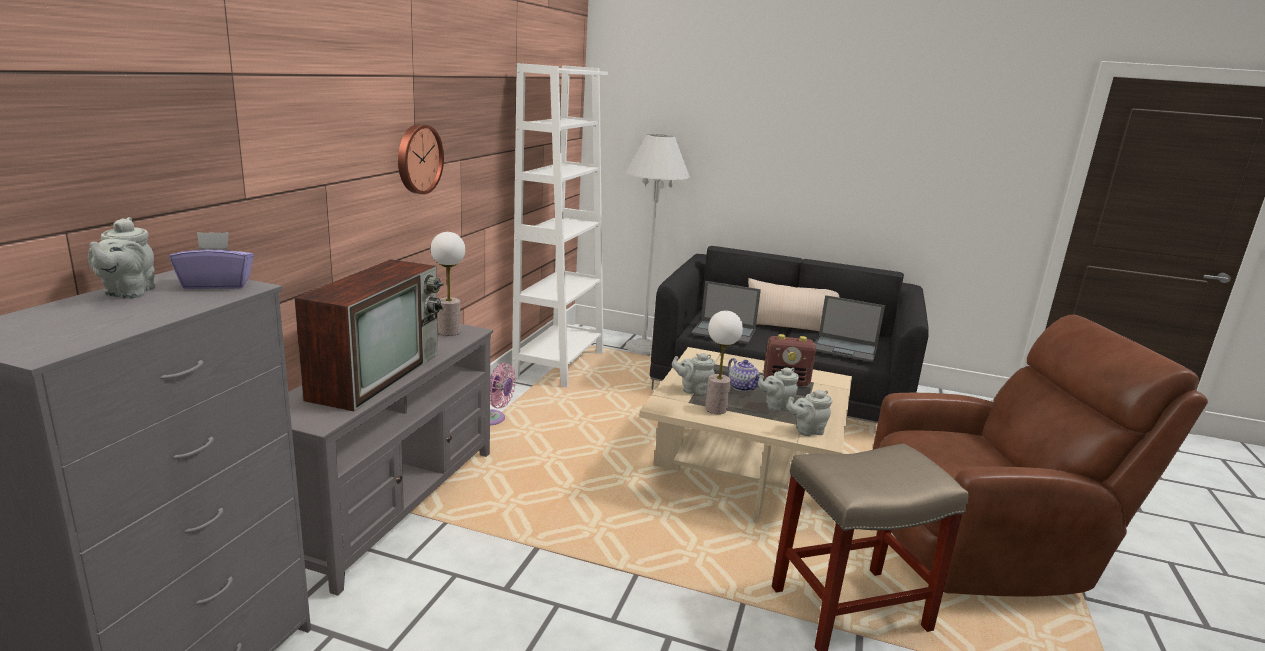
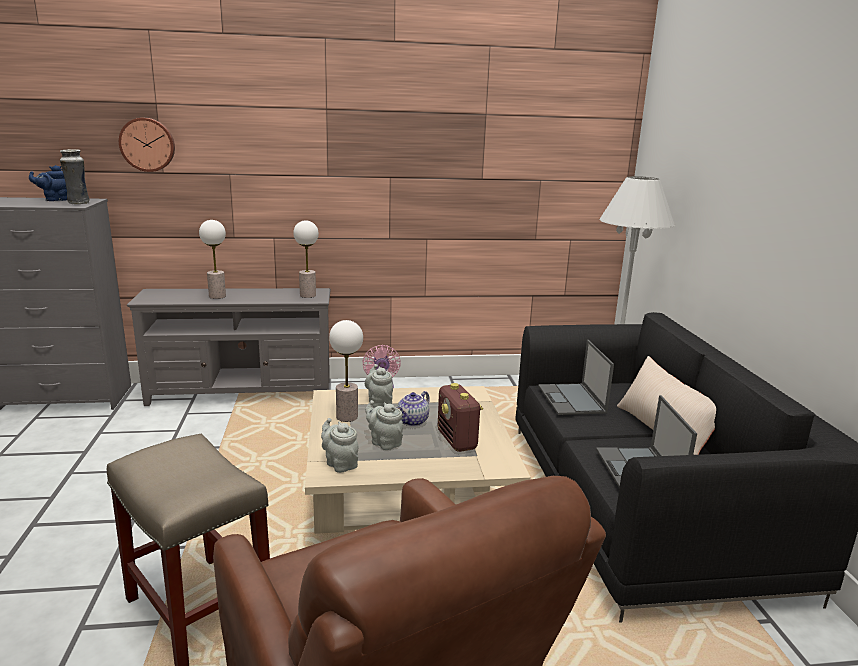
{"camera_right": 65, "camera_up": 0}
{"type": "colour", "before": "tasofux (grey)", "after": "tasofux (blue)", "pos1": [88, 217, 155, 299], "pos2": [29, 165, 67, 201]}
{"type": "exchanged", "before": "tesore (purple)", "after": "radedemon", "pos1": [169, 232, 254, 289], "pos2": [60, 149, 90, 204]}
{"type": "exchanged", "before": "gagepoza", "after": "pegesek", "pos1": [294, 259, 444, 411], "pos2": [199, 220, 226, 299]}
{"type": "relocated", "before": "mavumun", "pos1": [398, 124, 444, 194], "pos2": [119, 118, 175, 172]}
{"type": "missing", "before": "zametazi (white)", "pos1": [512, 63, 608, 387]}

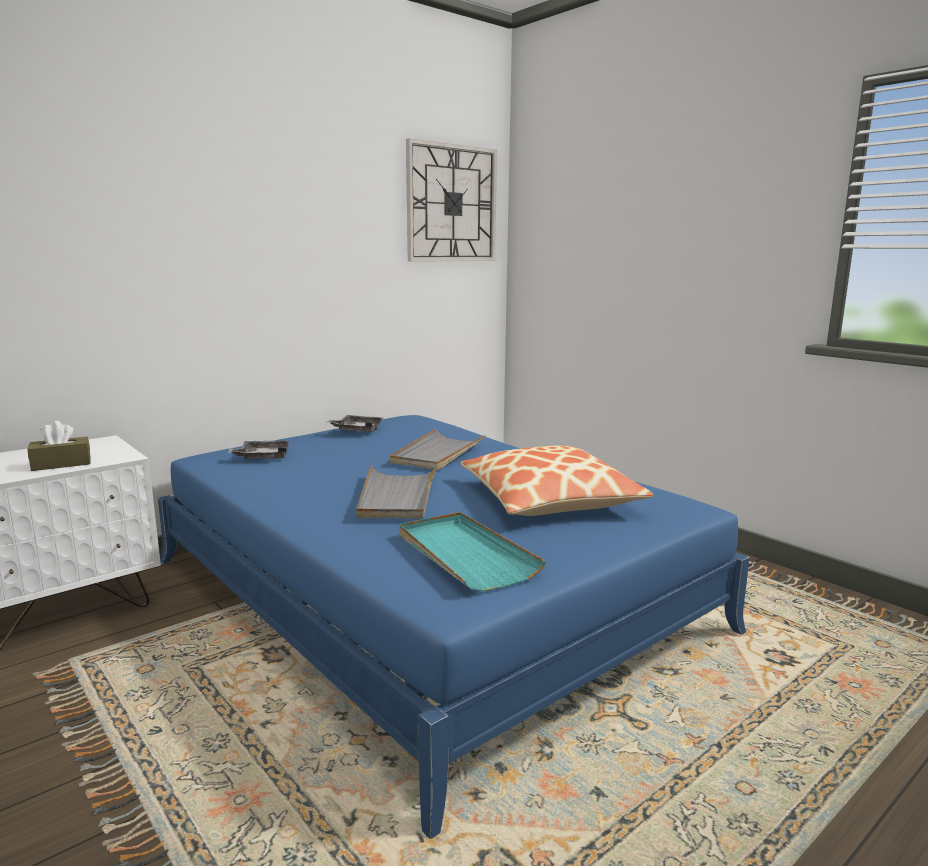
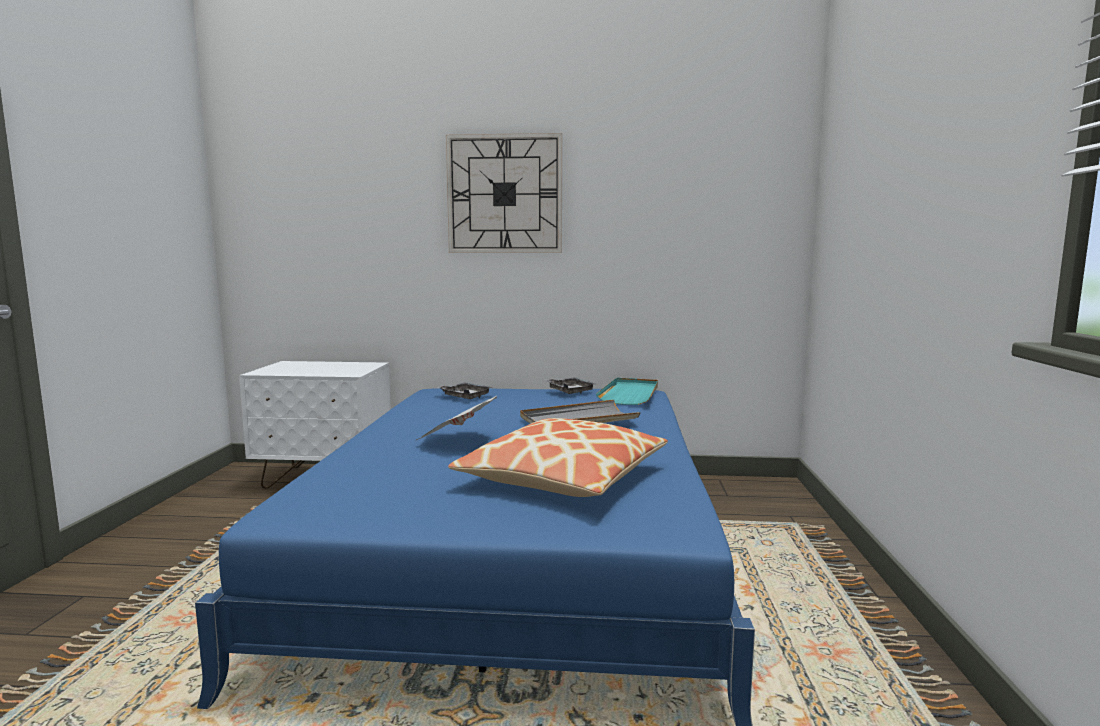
{"camera_right": 45, "camera_up": -5}
{"type": "missing", "before": "tesore (brown)", "pos1": [27, 421, 91, 471]}
{"type": "exchanged", "before": "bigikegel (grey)", "after": "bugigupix", "pos1": [356, 465, 436, 519], "pos2": [416, 396, 497, 440]}
{"type": "relocated", "before": "bigikegel (turquoise)", "pos1": [399, 512, 546, 591], "pos2": [596, 378, 658, 405]}
{"type": "relocated", "before": "mavumun", "pos1": [406, 138, 497, 262], "pos2": [446, 133, 562, 253]}

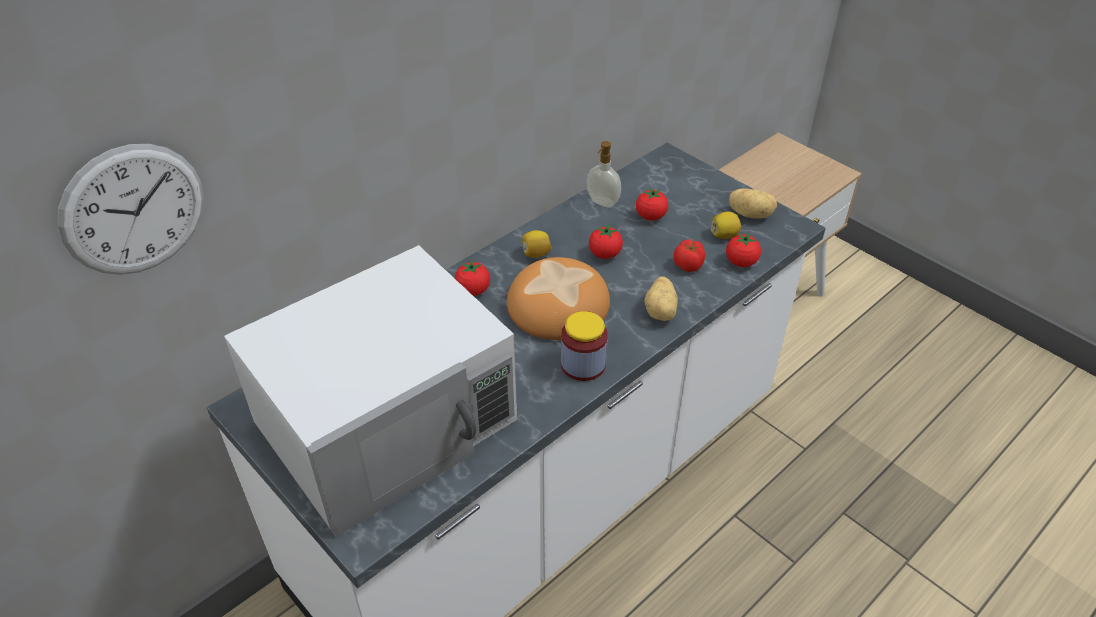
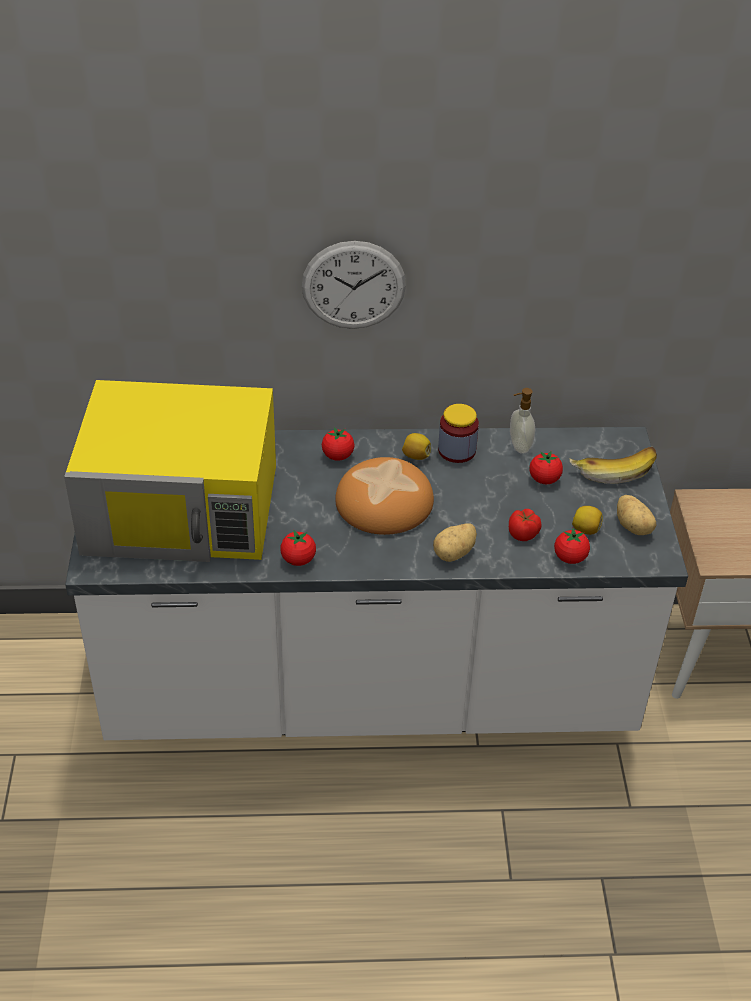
{"camera_right": 40, "camera_up": 0}
{"type": "relocated", "before": "mavumun", "pos1": [57, 144, 204, 275], "pos2": [302, 241, 406, 329]}
{"type": "colour", "before": "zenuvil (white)", "after": "zenuvil (yellow)", "pos1": [224, 245, 517, 537], "pos2": [64, 380, 276, 562]}
{"type": "relocated", "before": "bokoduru", "pos1": [561, 311, 608, 381], "pos2": [438, 404, 479, 463]}
{"type": "relocated", "before": "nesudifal", "pos1": [589, 224, 623, 259], "pos2": [280, 530, 316, 566]}
{"type": "appeared", "after": "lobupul", "pos2": [570, 447, 657, 484]}

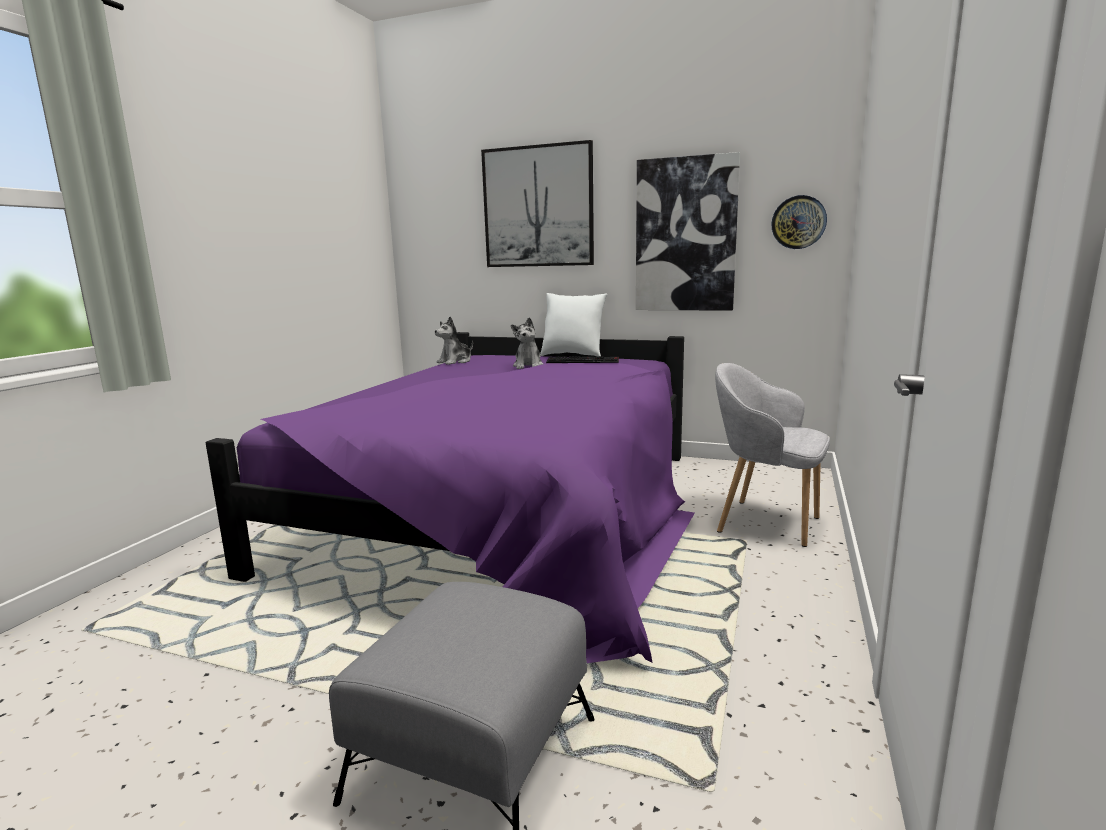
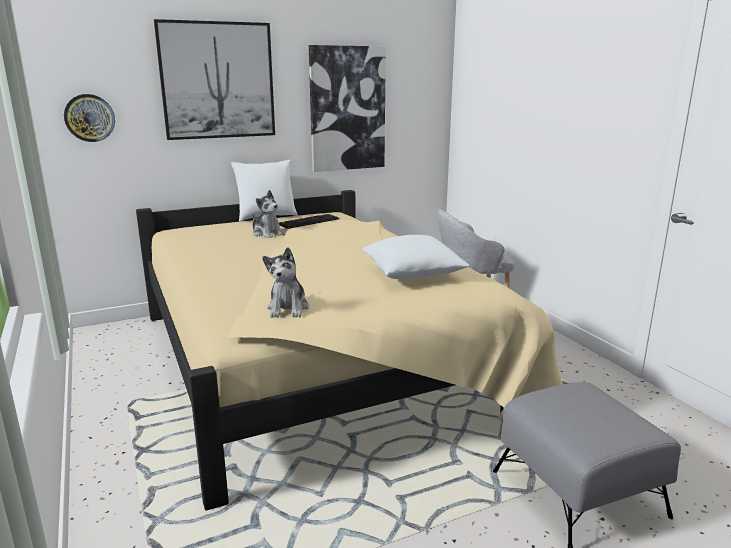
{"camera_right": -45, "camera_up": 5}
{"type": "colour", "before": "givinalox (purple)", "after": "givinalox (beige)", "pos1": [206, 332, 695, 663], "pos2": [136, 190, 563, 511]}
{"type": "relocated", "before": "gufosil", "pos1": [435, 316, 473, 365], "pos2": [262, 247, 309, 318]}
{"type": "relocated", "before": "mavumun", "pos1": [771, 195, 827, 249], "pos2": [64, 94, 115, 142]}
{"type": "appeared", "after": "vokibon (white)", "pos2": [363, 235, 470, 279]}

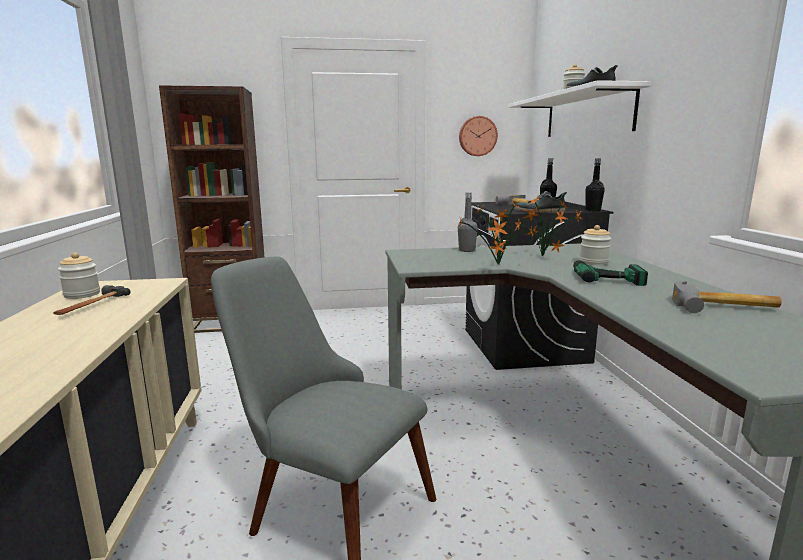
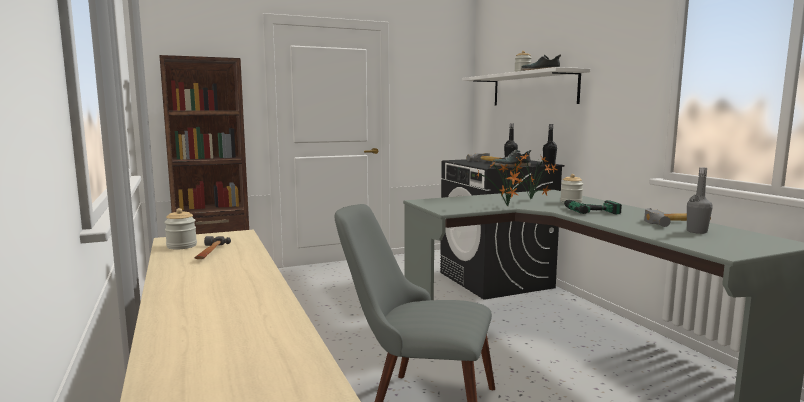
{"camera_right": -15, "camera_up": -5}
{"type": "relocated", "before": "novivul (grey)", "pos1": [458, 193, 478, 252], "pos2": [687, 167, 713, 234]}
{"type": "missing", "before": "mavumun", "pos1": [459, 116, 498, 156]}

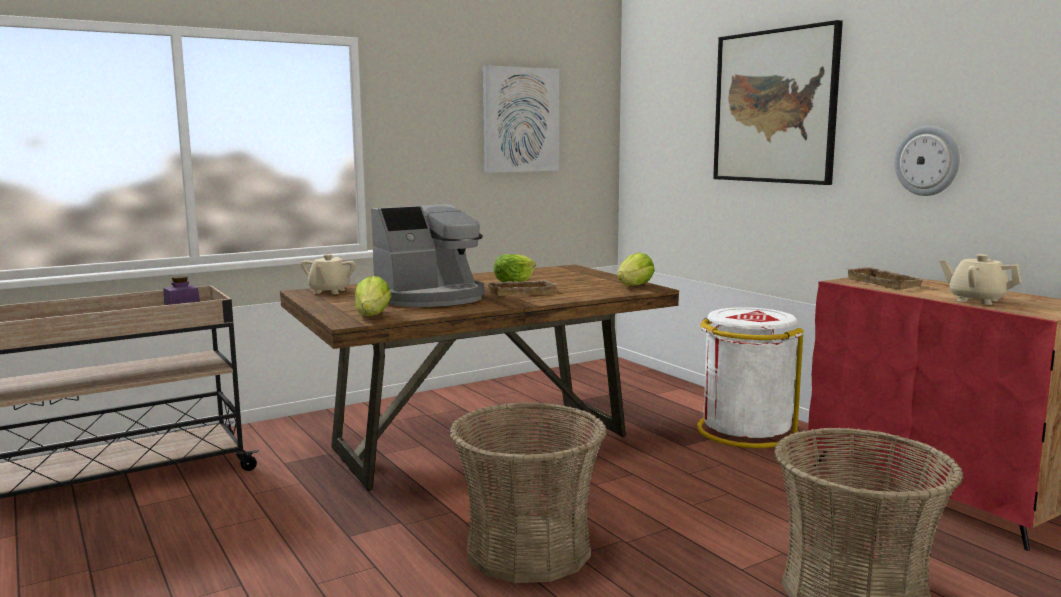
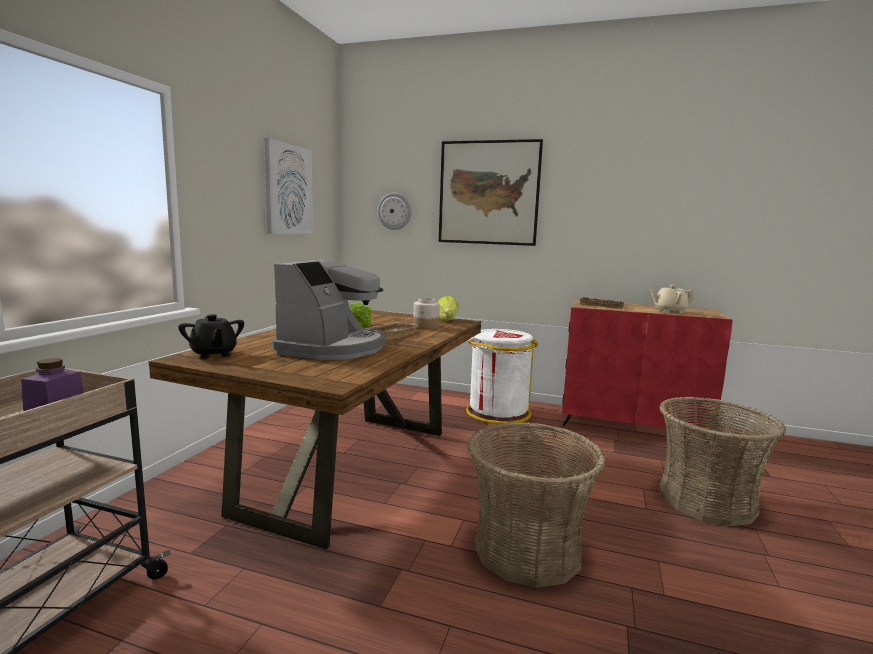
{"camera_right": -40, "camera_up": 0}
{"type": "colour", "before": "tasofux (beige)", "after": "tasofux (black)", "pos1": [301, 254, 356, 294], "pos2": [178, 314, 244, 359]}
{"type": "missing", "before": "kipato", "pos1": [355, 276, 392, 316]}
{"type": "relocated", "before": "mavumun", "pos1": [895, 126, 960, 196], "pos2": [377, 192, 412, 230]}
{"type": "appeared", "after": "bokoduru", "pos2": [413, 298, 440, 330]}

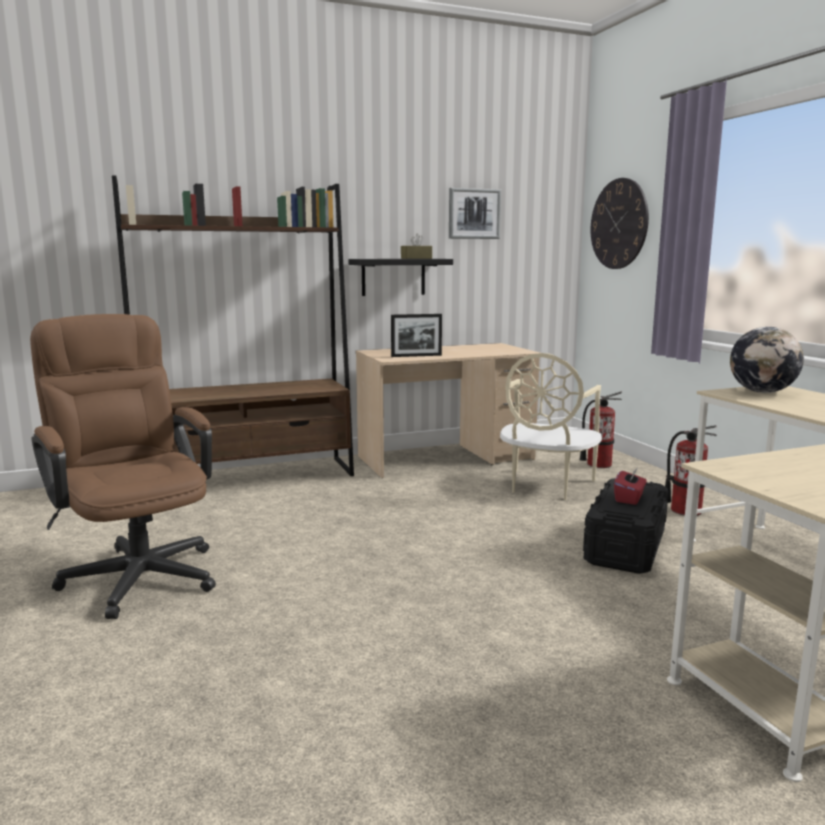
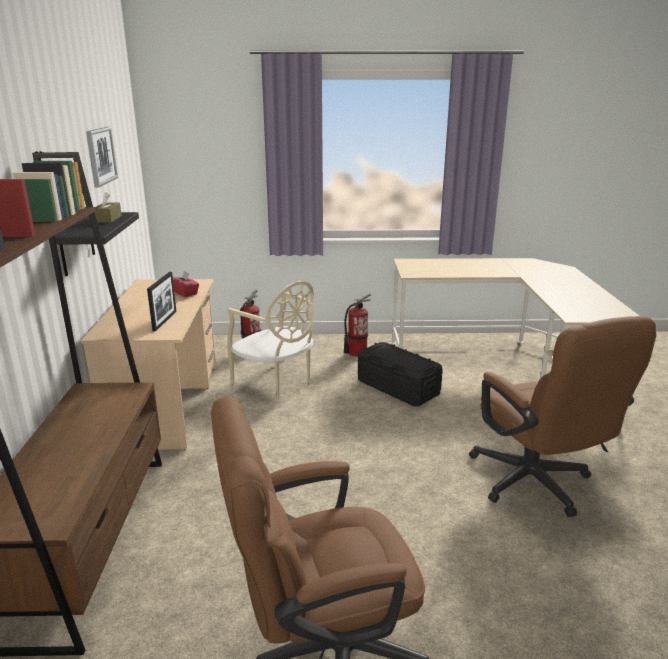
{"camera_right": -70, "camera_up": 10}
{"type": "missing", "before": "mavumun", "pos1": [591, 178, 649, 269]}
{"type": "relocated", "before": "tesore (red)", "pos1": [614, 469, 647, 505], "pos2": [173, 271, 199, 297]}
{"type": "missing", "before": "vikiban", "pos1": [730, 327, 804, 393]}
{"type": "appeared", "after": "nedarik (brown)", "pos2": [469, 316, 656, 517]}

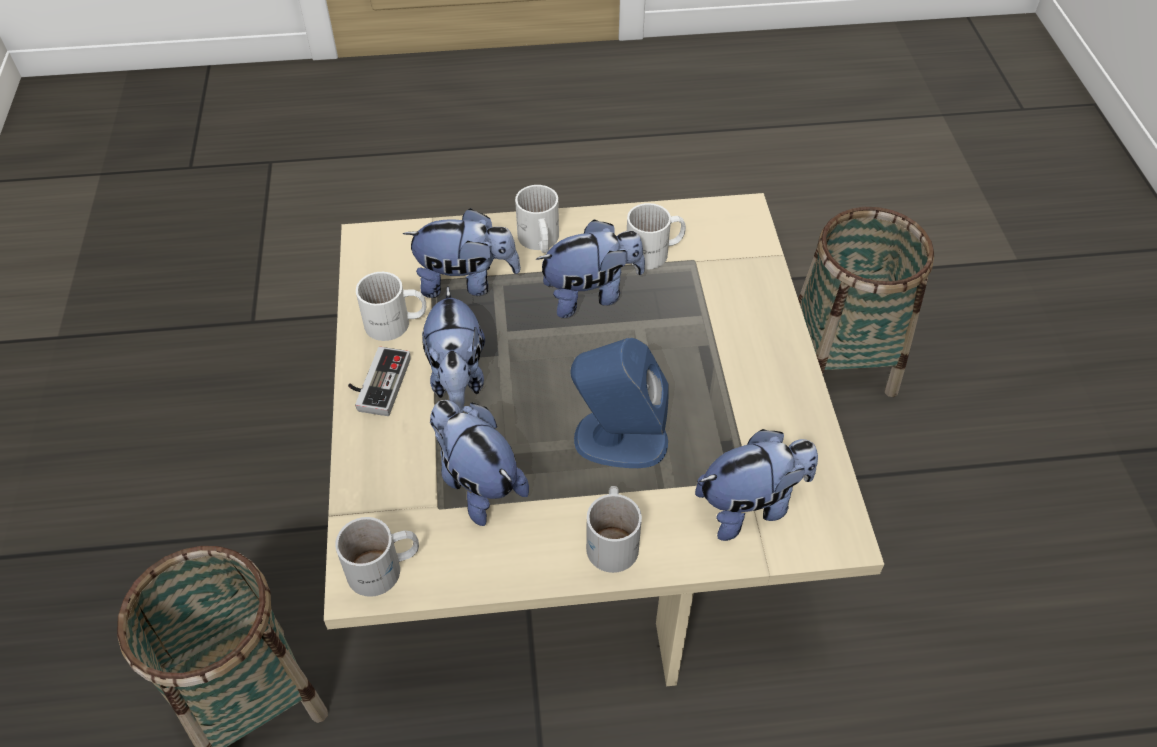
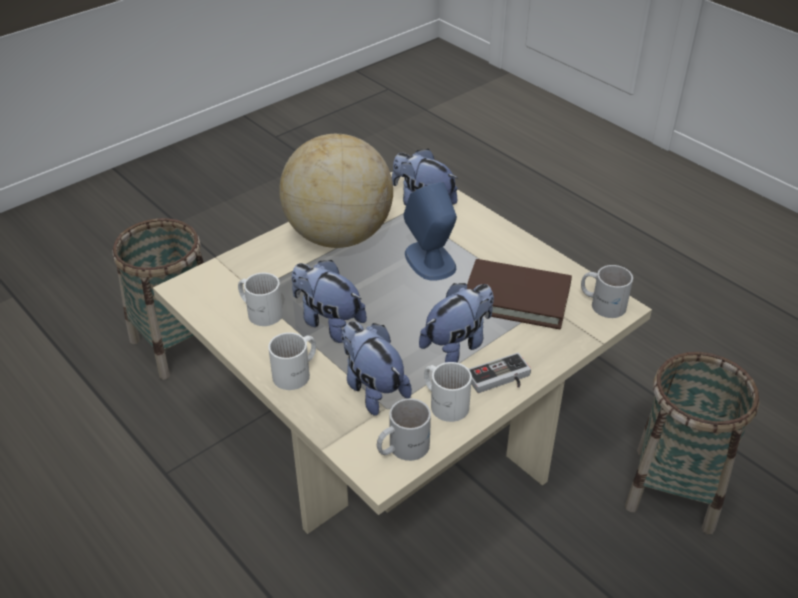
{"camera_right": -125, "camera_up": -10}
{"type": "exchanged", "before": "gufosil", "after": "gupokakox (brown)", "pos1": [430, 400, 529, 526], "pos2": [467, 259, 572, 330]}
{"type": "relocated", "before": "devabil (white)", "pos1": [586, 486, 642, 573], "pos2": [377, 398, 431, 461]}
{"type": "appeared", "after": "vikiban", "pos2": [279, 134, 393, 248]}

